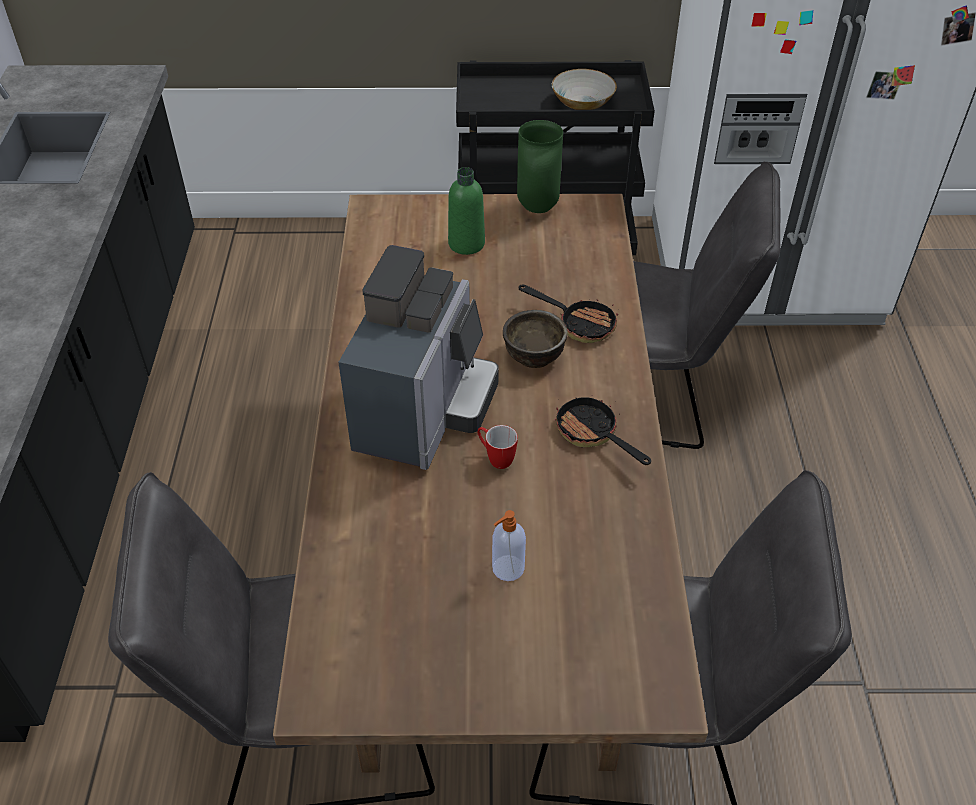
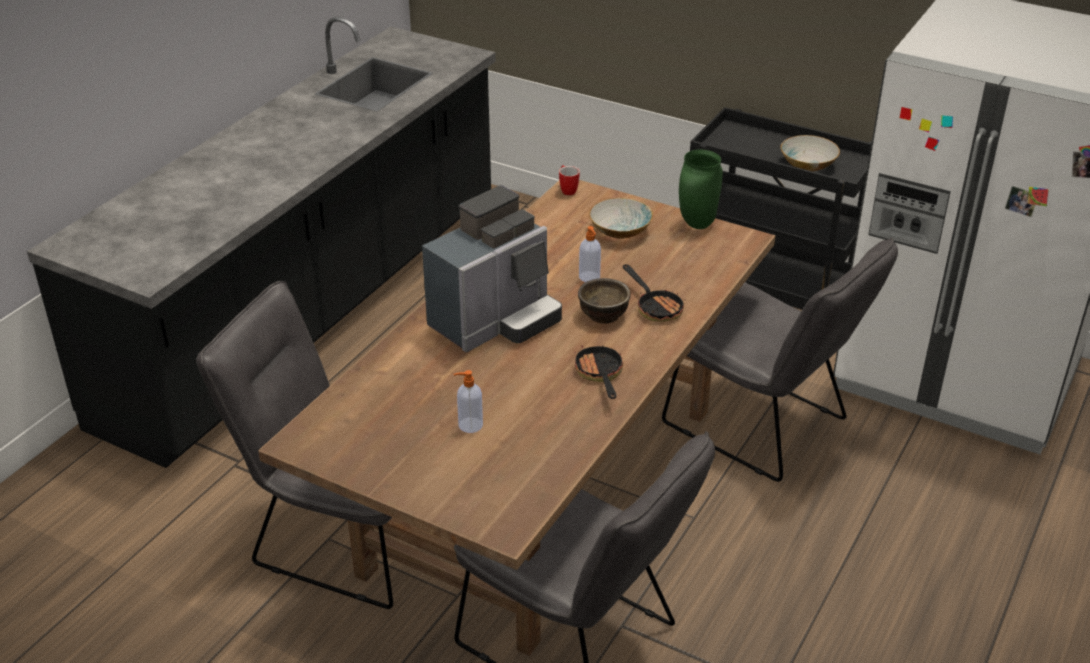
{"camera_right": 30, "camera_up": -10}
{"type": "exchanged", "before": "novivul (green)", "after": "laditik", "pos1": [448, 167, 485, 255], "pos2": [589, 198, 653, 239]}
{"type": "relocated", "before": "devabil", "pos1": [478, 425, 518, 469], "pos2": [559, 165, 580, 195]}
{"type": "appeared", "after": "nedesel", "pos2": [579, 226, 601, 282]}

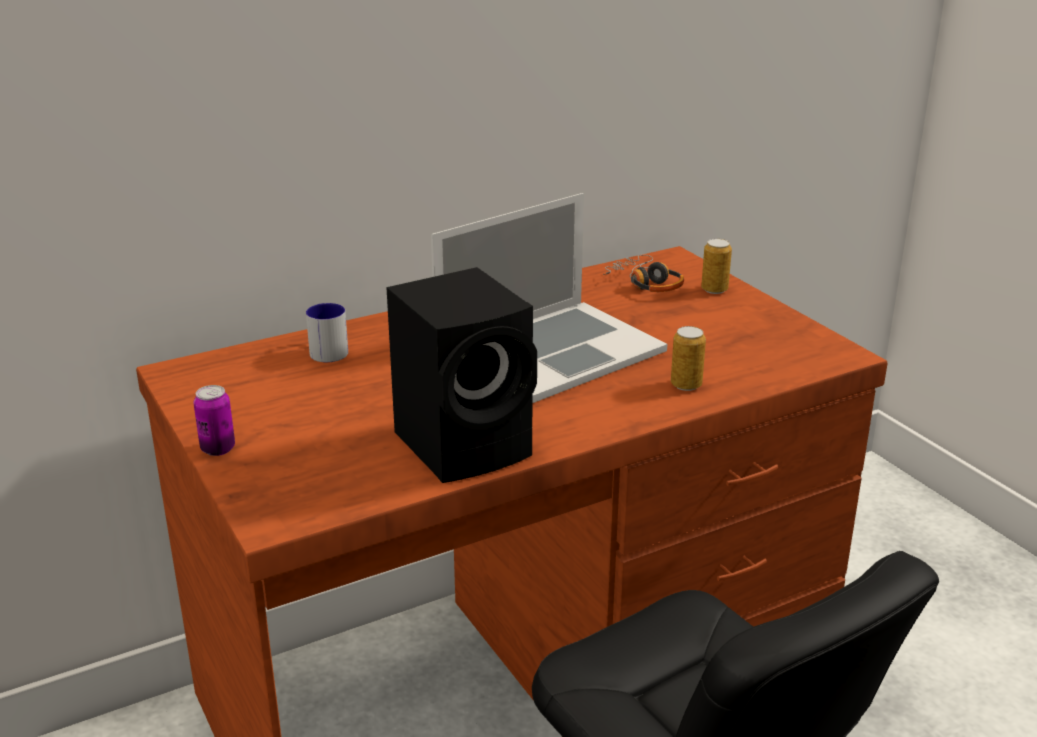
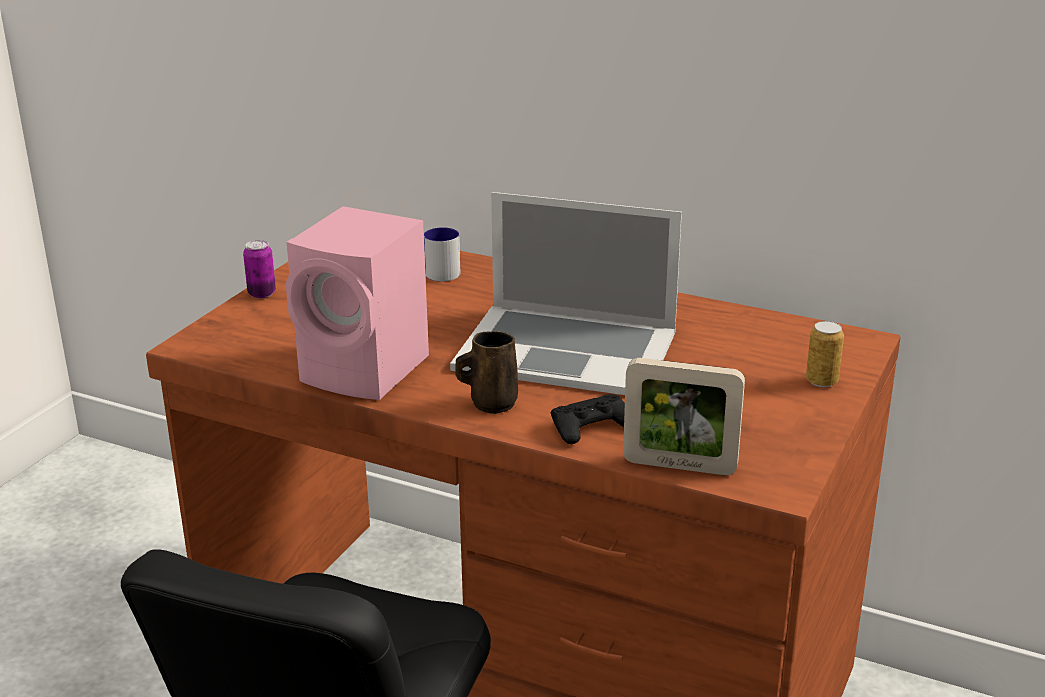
{"camera_right": 55, "camera_up": 0}
{"type": "colour", "before": "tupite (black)", "after": "tupite (pink)", "pos1": [386, 267, 537, 483], "pos2": [286, 206, 429, 400]}
{"type": "missing", "before": "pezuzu", "pos1": [603, 255, 684, 292]}
{"type": "exchanged", "before": "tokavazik", "after": "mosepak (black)", "pos1": [671, 326, 706, 391], "pos2": [551, 394, 625, 444]}
{"type": "appeared", "after": "devabil (brown)", "pos2": [456, 331, 518, 414]}
{"type": "appeared", "after": "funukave", "pos2": [623, 358, 745, 475]}

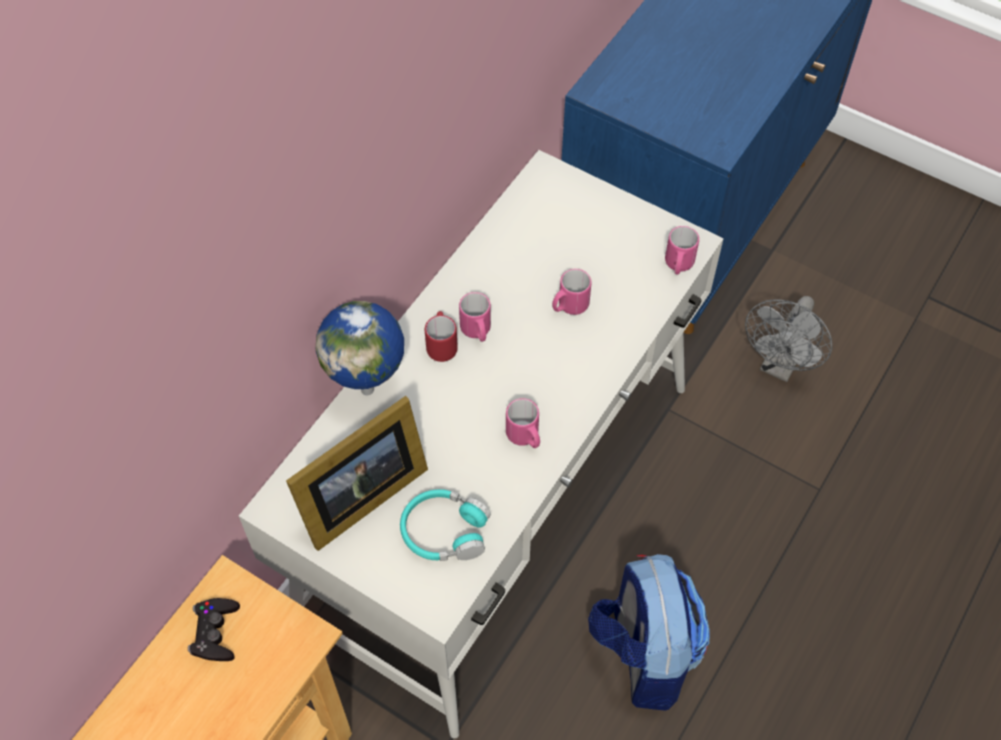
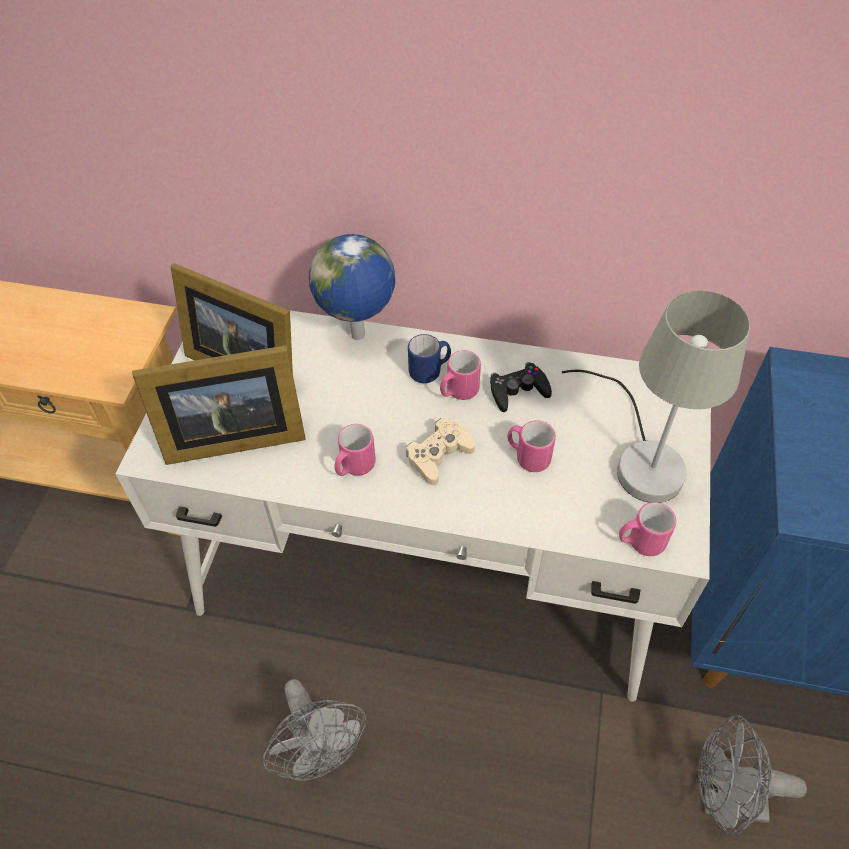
{"camera_right": 70, "camera_up": -5}
{"type": "relocated", "before": "mosepak (black)", "pos1": [188, 598, 240, 661], "pos2": [490, 362, 552, 412]}
{"type": "exchanged", "before": "pezuzu (turquoise)", "after": "funukave", "pos1": [400, 489, 491, 561], "pos2": [132, 345, 306, 465]}
{"type": "colour", "before": "devabil (red)", "after": "devabil (blue)", "pos1": [425, 311, 458, 362], "pos2": [408, 334, 451, 383]}
{"type": "exchanged", "before": "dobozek", "after": "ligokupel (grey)", "pos1": [588, 554, 710, 711], "pos2": [262, 679, 366, 781]}
{"type": "appeared", "after": "mosepak (beige)", "pos2": [406, 418, 475, 485]}
{"type": "appeared", "after": "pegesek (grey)", "pos2": [562, 290, 750, 503]}

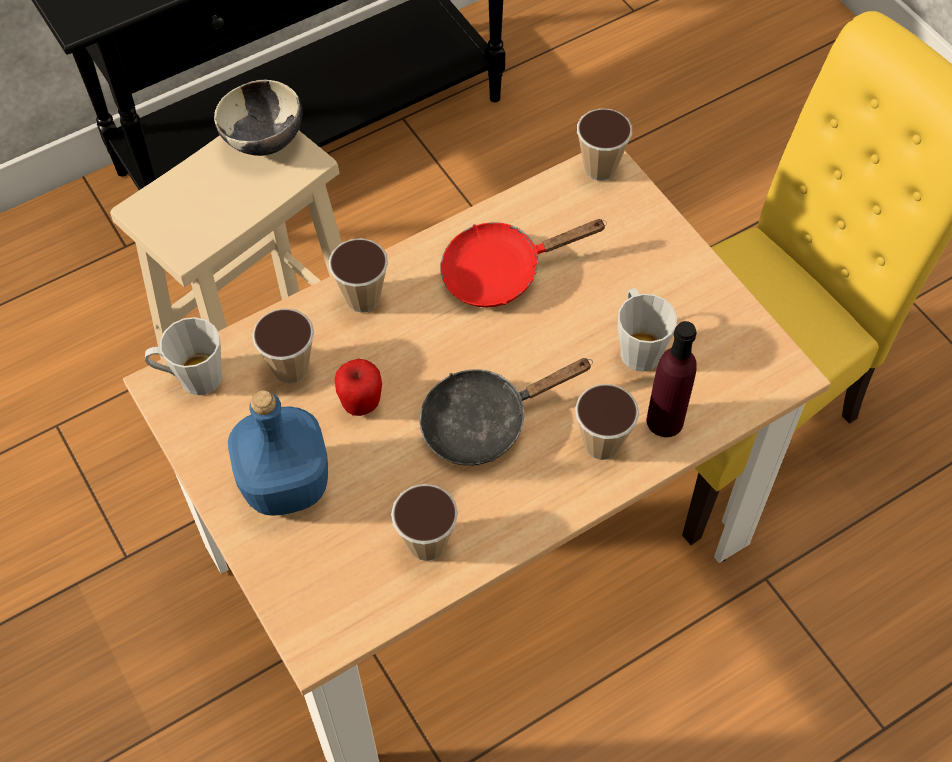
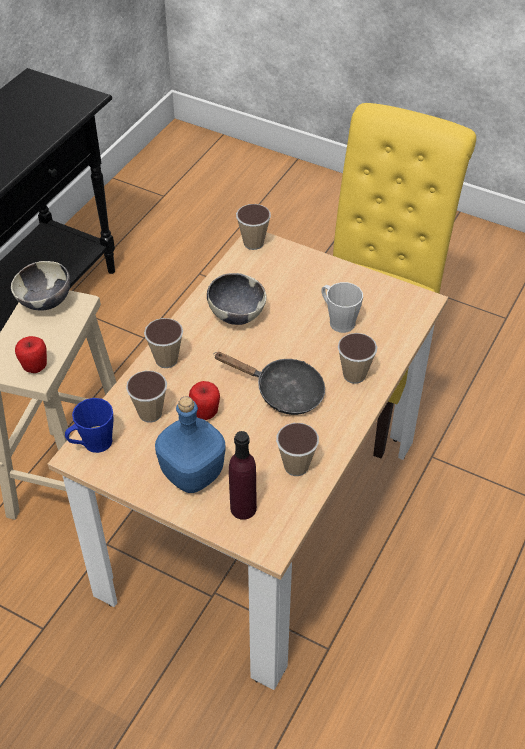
{"camera_right": -30, "camera_up": -10}
{"type": "colour", "before": "devabil (grey)", "after": "devabil (blue)", "pos1": [145, 317, 222, 395], "pos2": [65, 398, 113, 453]}
{"type": "spun", "before": "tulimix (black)", "pos1": [419, 358, 593, 465], "pos2": [214, 352, 325, 415], "turn": -105}
{"type": "exchanged", "before": "tulimix (red)", "after": "laditik", "pos1": [440, 219, 607, 307], "pos2": [207, 273, 266, 325]}
{"type": "relocated", "before": "novivul (purple)", "pos1": [646, 321, 697, 437], "pos2": [229, 431, 257, 520]}
{"type": "appeared", "after": "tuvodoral", "pos2": [15, 336, 47, 373]}

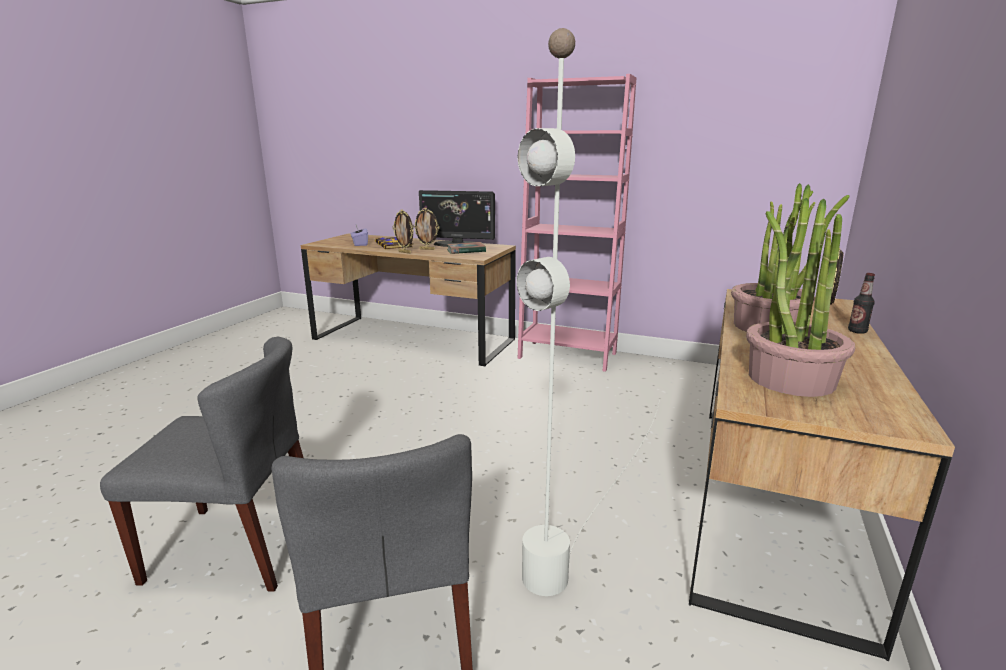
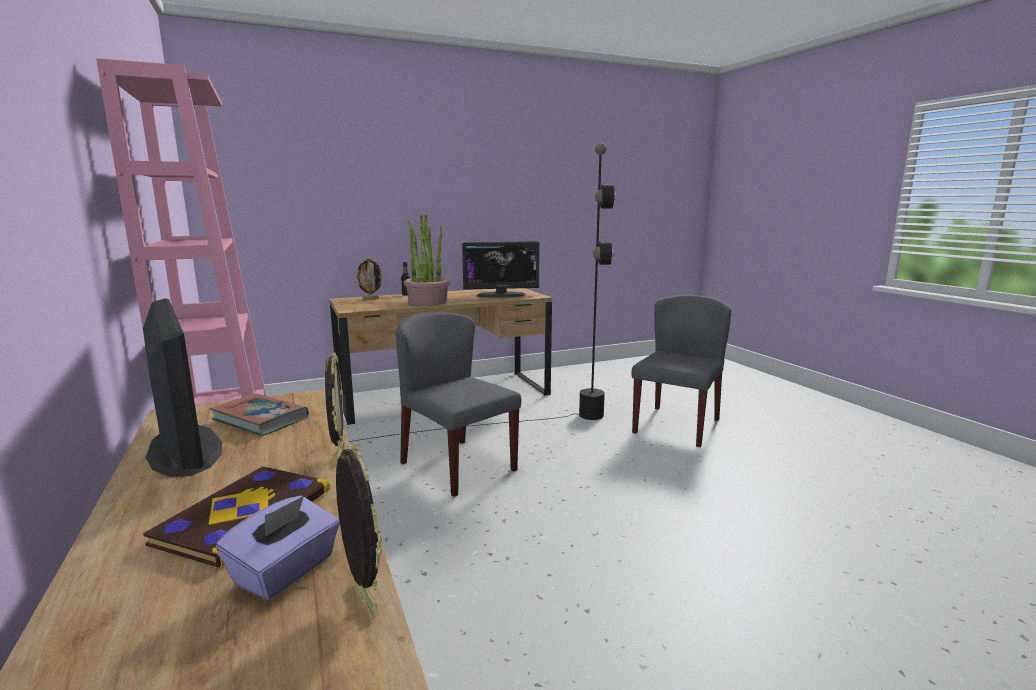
{"camera_right": -135, "camera_up": -5}
{"type": "relocated", "before": "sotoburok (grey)", "pos1": [100, 337, 303, 592], "pos2": [396, 312, 521, 497]}
{"type": "relocated", "before": "funukave", "pos1": [413, 208, 439, 250], "pos2": [336, 442, 382, 616]}
{"type": "colour", "before": "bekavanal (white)", "after": "bekavanal (black)", "pos1": [517, 28, 660, 596], "pos2": [349, 143, 616, 442]}
{"type": "exchanged", "before": "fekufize", "after": "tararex", "pos1": [746, 198, 856, 397], "pos2": [462, 241, 540, 298]}

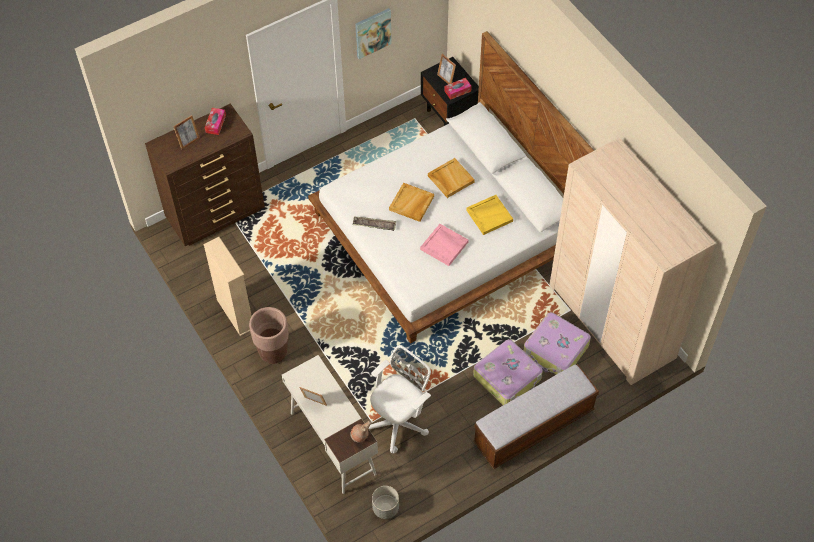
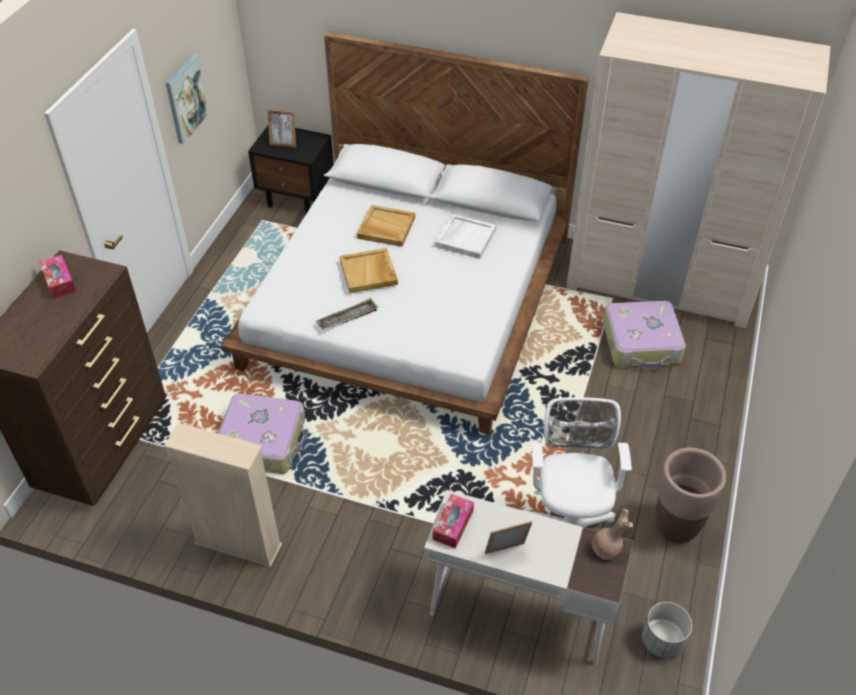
{"camera_right": -40, "camera_up": -10}
{"type": "missing", "before": "funukave", "pos1": [173, 115, 200, 149]}
{"type": "relocated", "before": "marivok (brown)", "pos1": [249, 307, 289, 364], "pos2": [656, 447, 726, 543]}
{"type": "missing", "before": "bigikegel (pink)", "pos1": [420, 224, 468, 266]}
{"type": "relocated", "before": "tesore", "pos1": [445, 78, 472, 100], "pos2": [433, 494, 474, 548]}
{"type": "colour", "before": "bigikegel (yellow)", "after": "bigikegel (white)", "pos1": [466, 195, 513, 235], "pos2": [436, 214, 496, 259]}
{"type": "relocated", "before": "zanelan", "pos1": [473, 339, 543, 405], "pos2": [218, 393, 308, 474]}
{"type": "missing", "before": "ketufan", "pos1": [473, 364, 599, 469]}

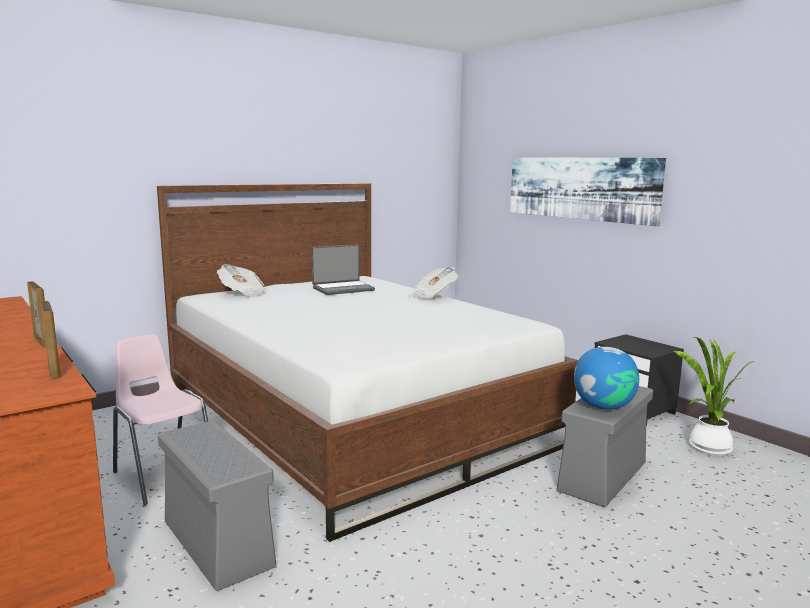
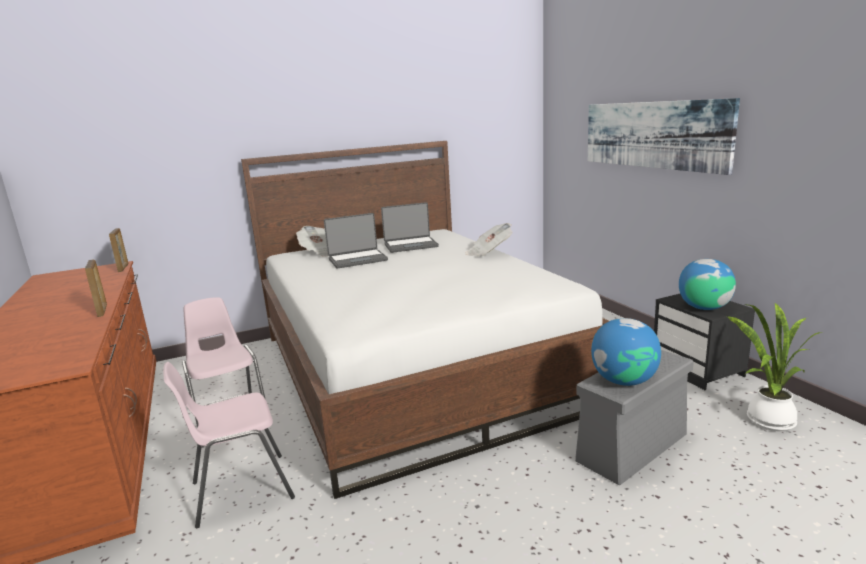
{"camera_right": 15, "camera_up": 5}
{"type": "relocated", "before": "funukave", "pos1": [41, 301, 60, 379], "pos2": [109, 228, 129, 272]}
{"type": "exchanged", "before": "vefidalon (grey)", "after": "sotoburok (pink)", "pos1": [158, 420, 276, 591], "pos2": [163, 362, 295, 528]}
{"type": "appeared", "after": "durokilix", "pos2": [324, 213, 388, 269]}
{"type": "appeared", "after": "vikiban", "pos2": [679, 259, 736, 310]}

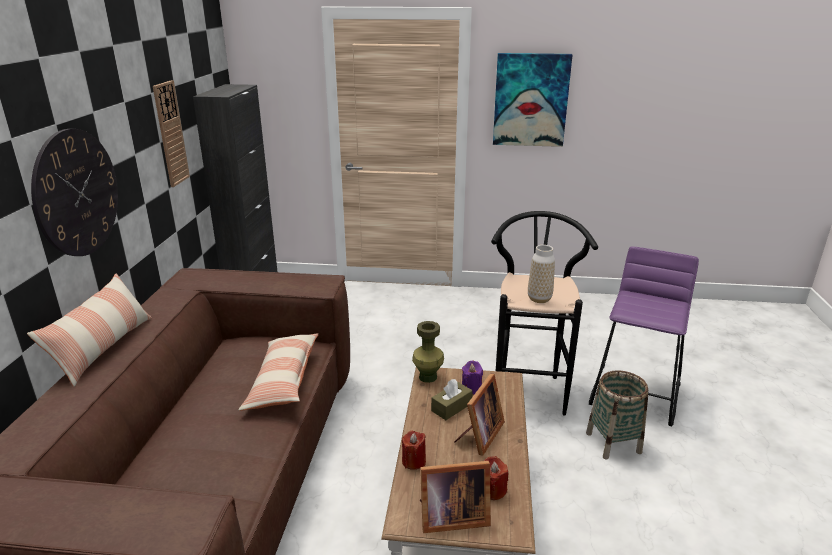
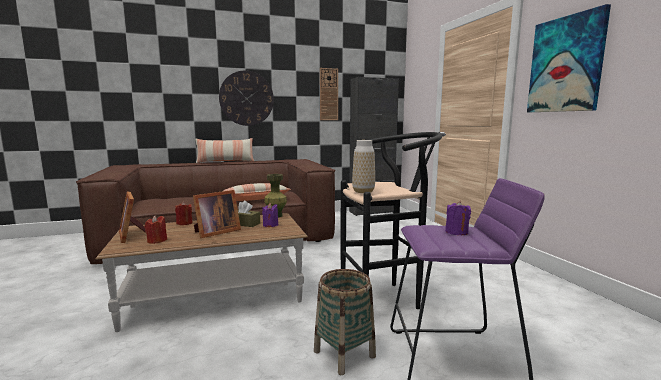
{"camera_right": 65, "camera_up": -15}
{"type": "spun", "before": "funukave", "pos1": [454, 374, 505, 455], "pos2": [193, 190, 241, 238], "turn": -45}
{"type": "appeared", "after": "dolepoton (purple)", "pos2": [445, 201, 471, 235]}

